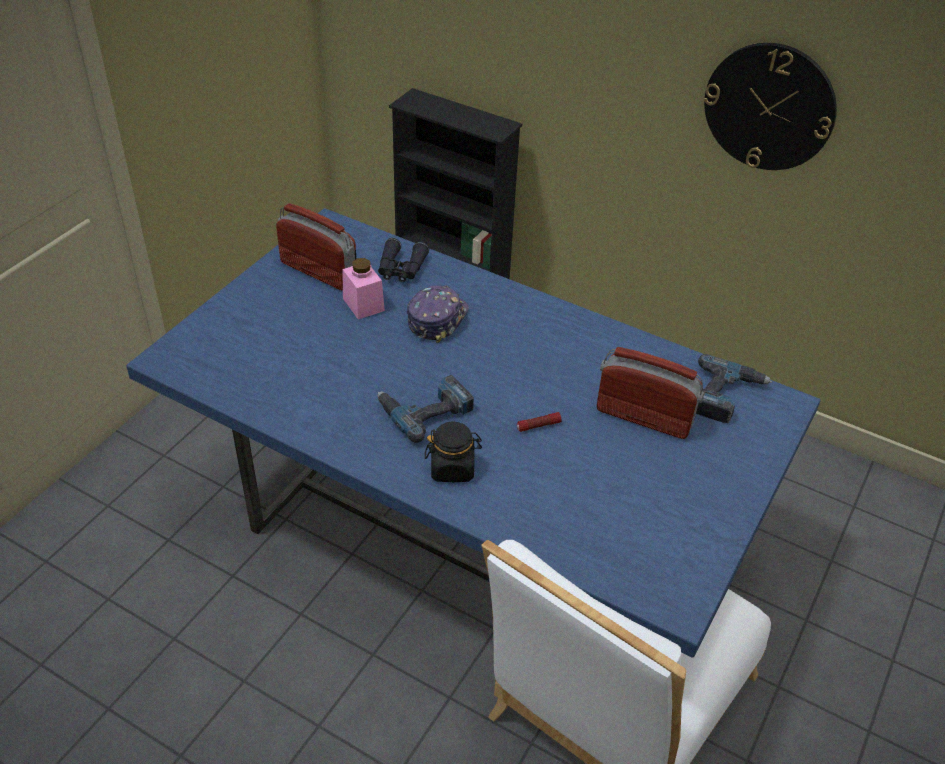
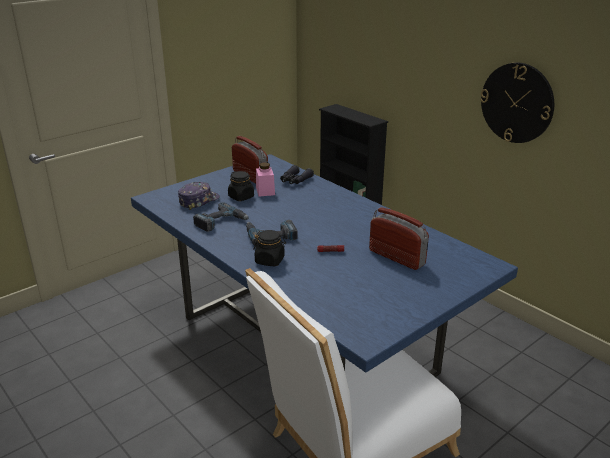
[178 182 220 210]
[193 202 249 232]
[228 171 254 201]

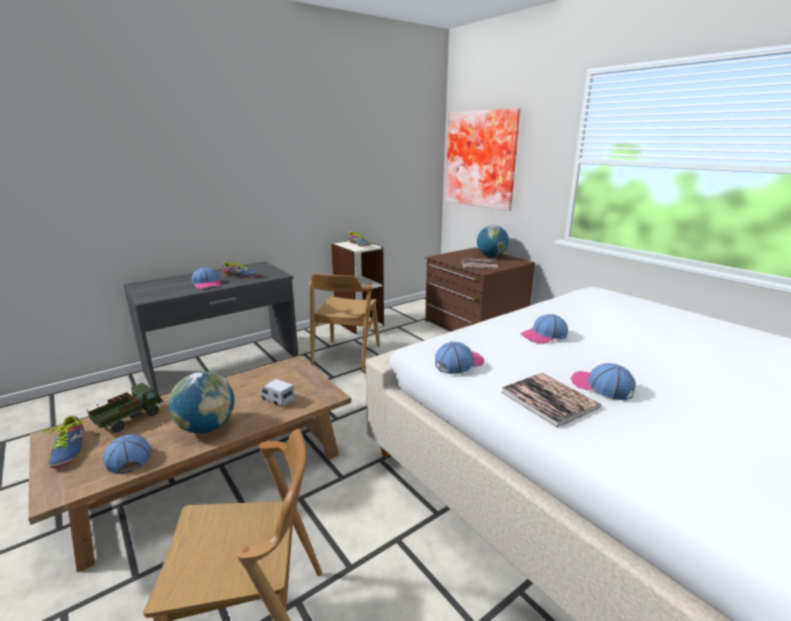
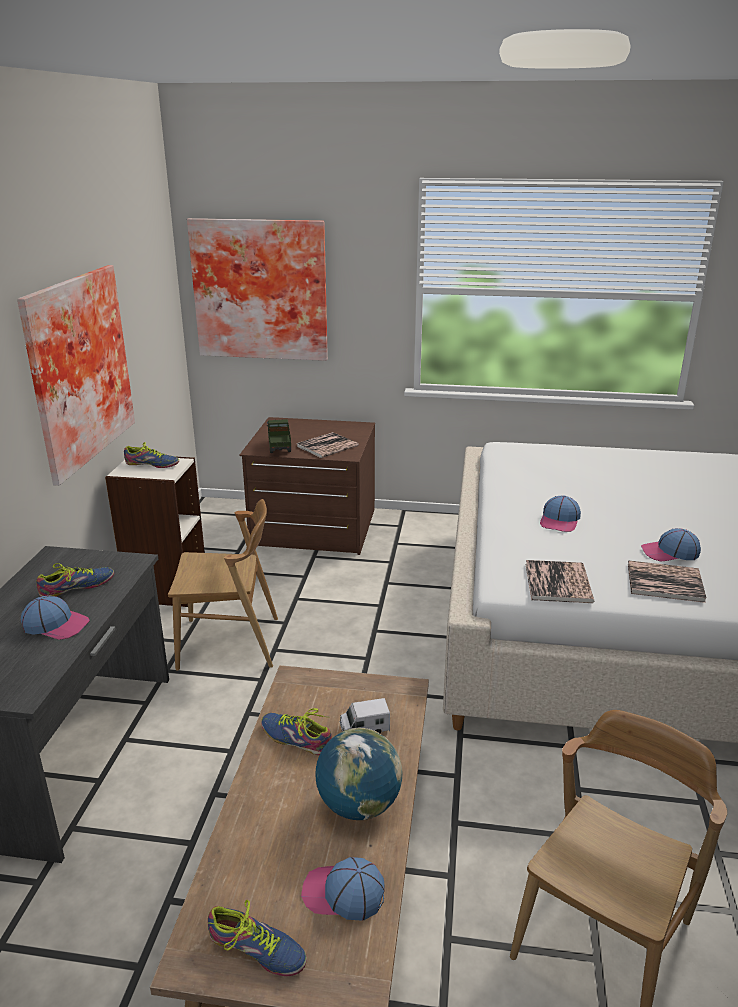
[477 225 509 257] (first image)
[168 499 278 671]
[525 560 594 603]
[267 419 291 453]
[17 265 135 486]
[261 708 332 755]

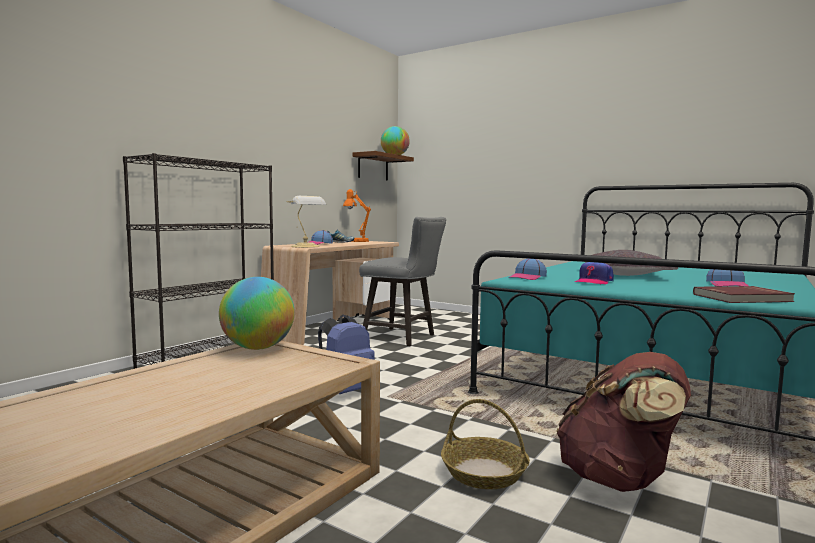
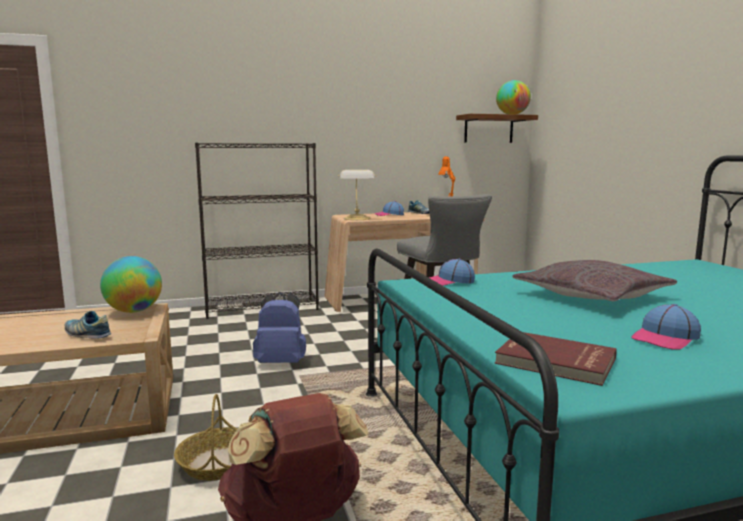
[575 262 614 285] (first image)
[65 311 112 339]

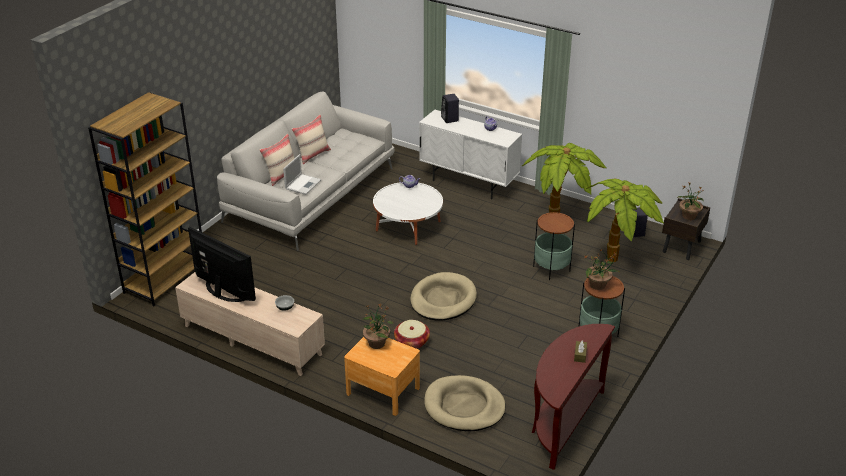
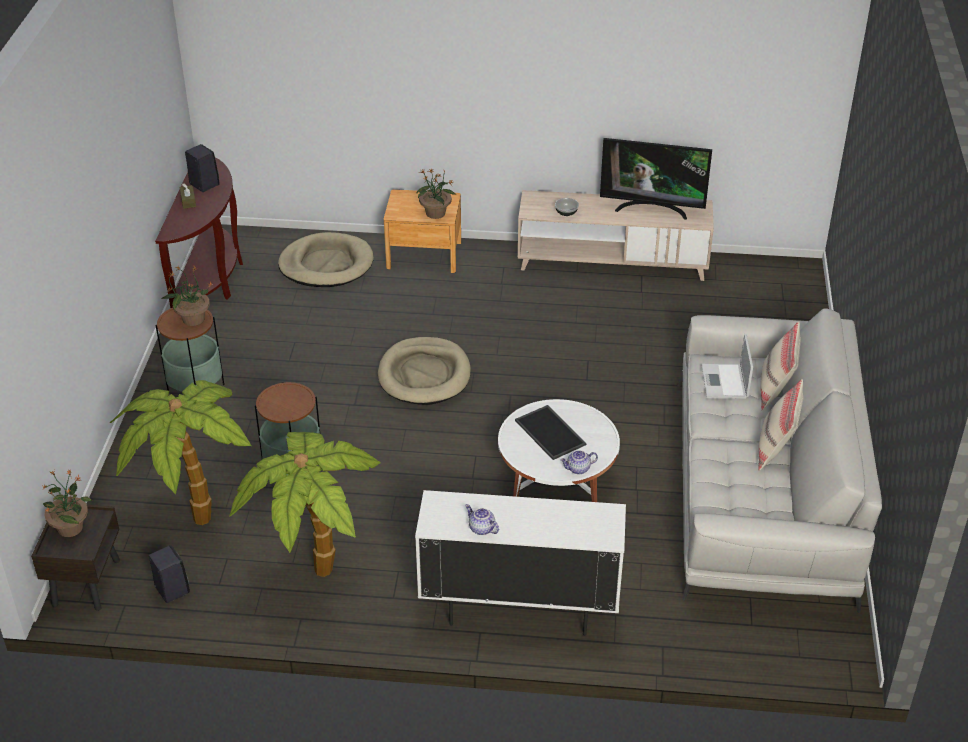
[88 92 202 307] (first image)
[185 144 219 192]
[394 320 430 349] (first image)
[515 405 586 460]

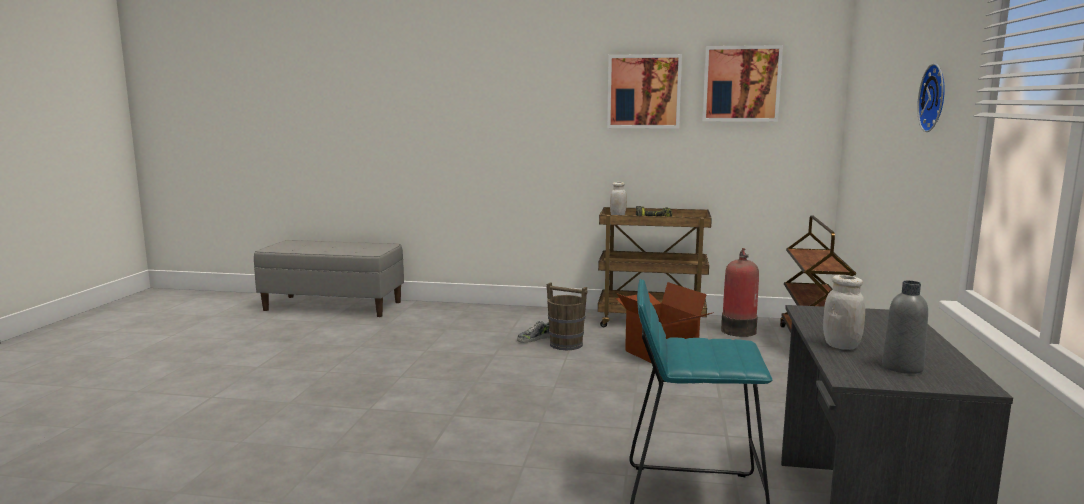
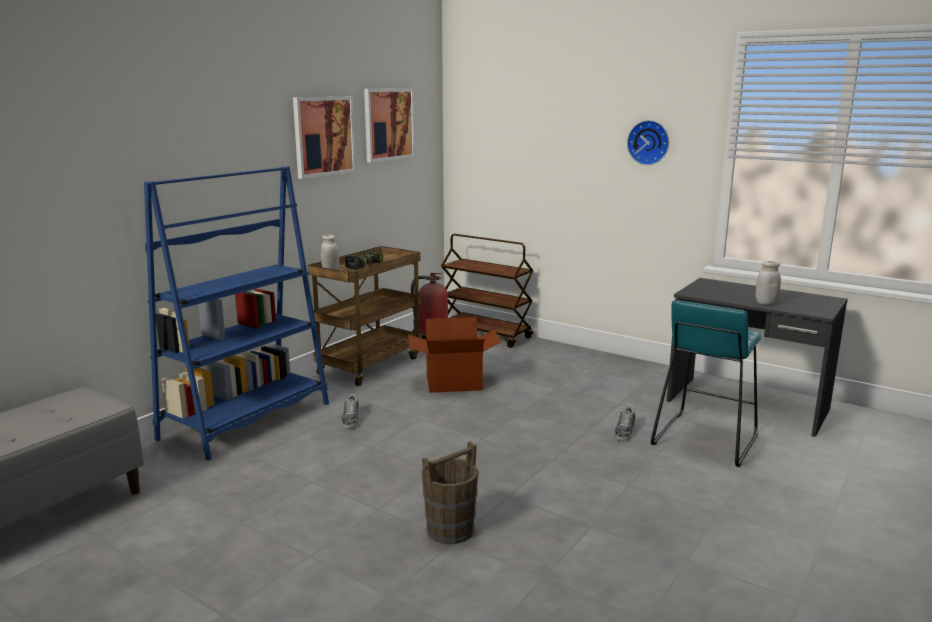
[882 280 928 374] (first image)
[421 441 479 544]
[144 166 329 461]
[614 406 635 441]

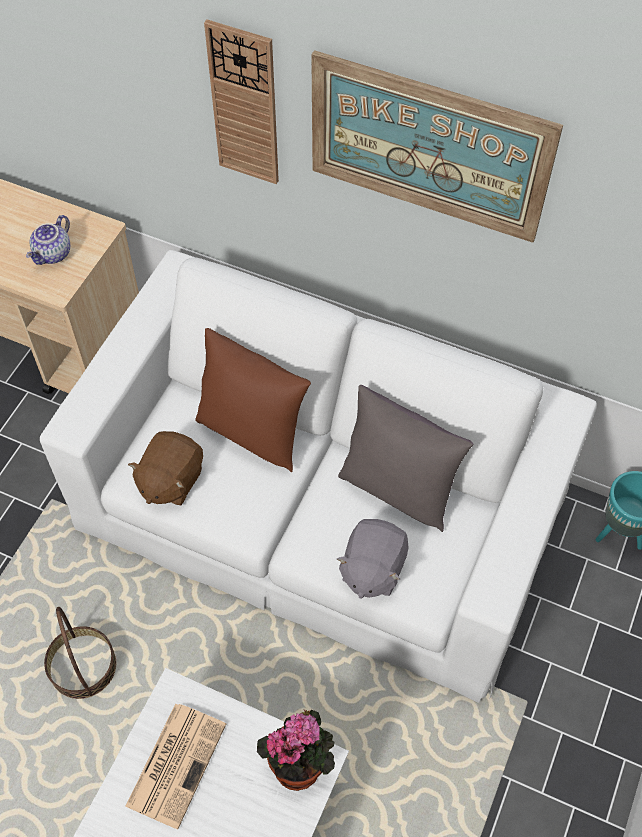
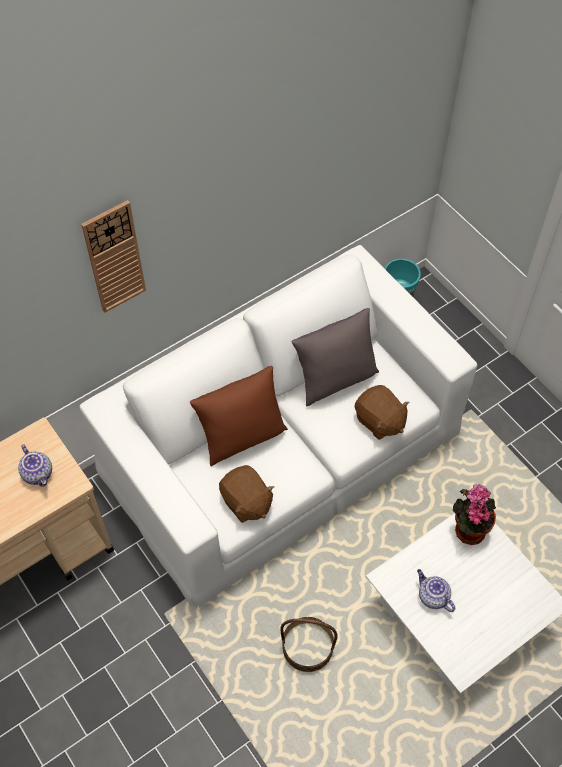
[311 50 563 243] (first image)
[355 385 409 440]
[417 569 455 612]

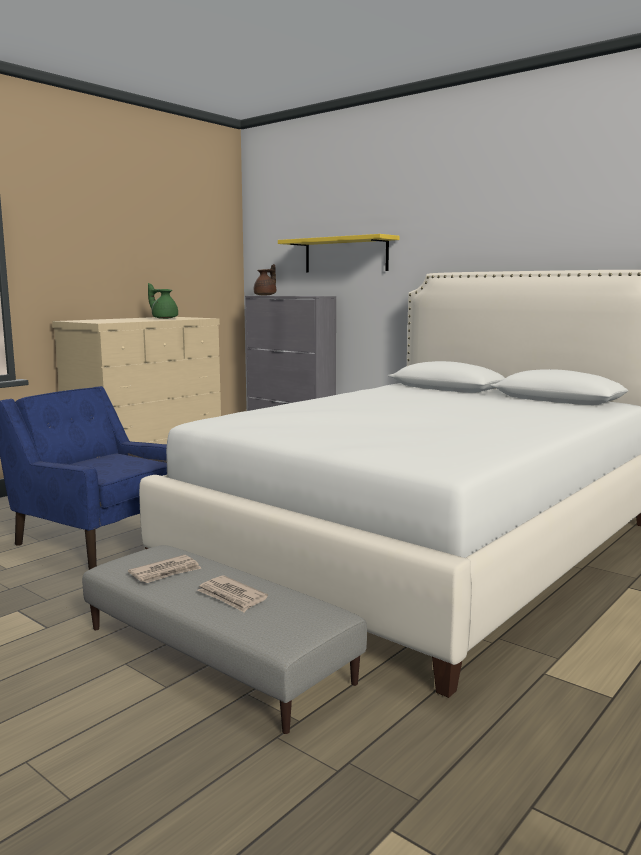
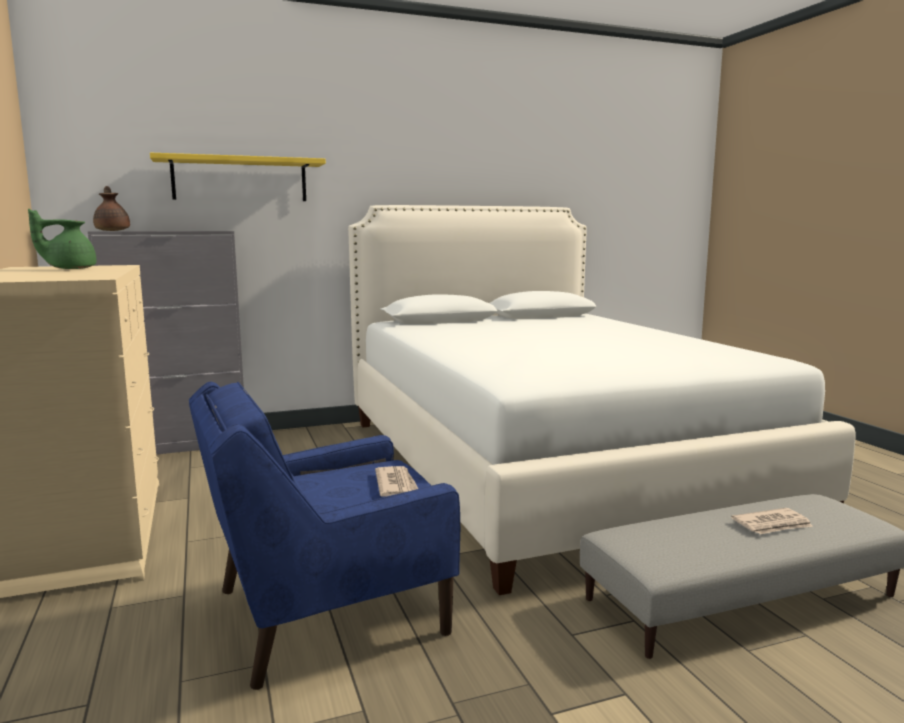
[375 466 418 497]

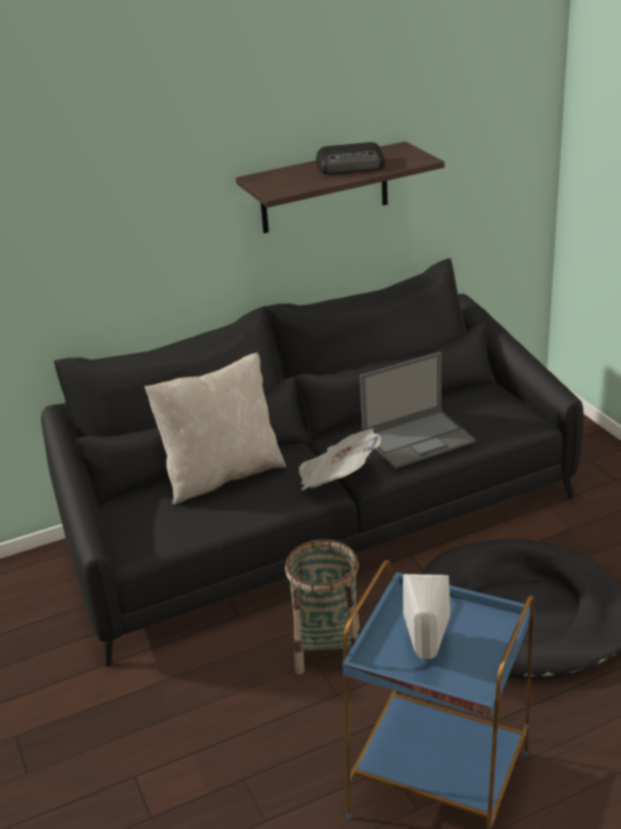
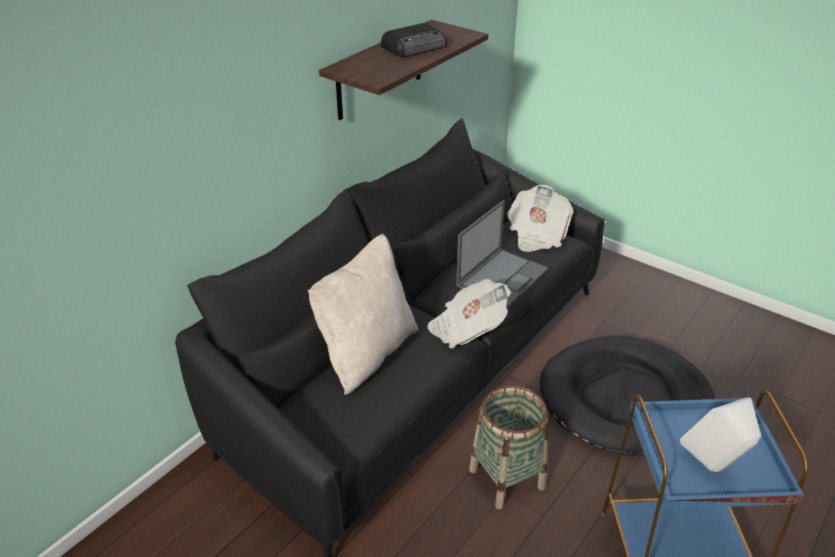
[507 185 573 252]

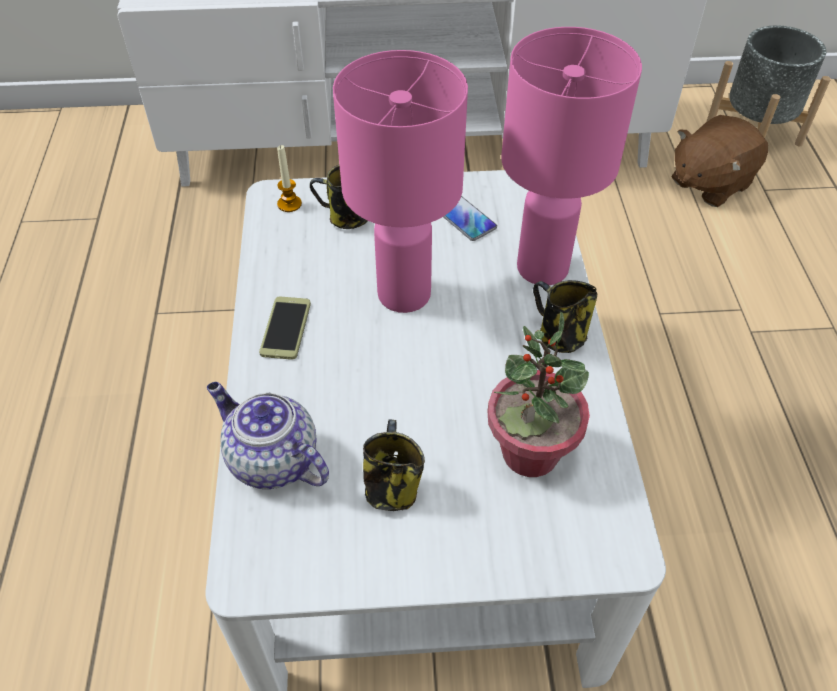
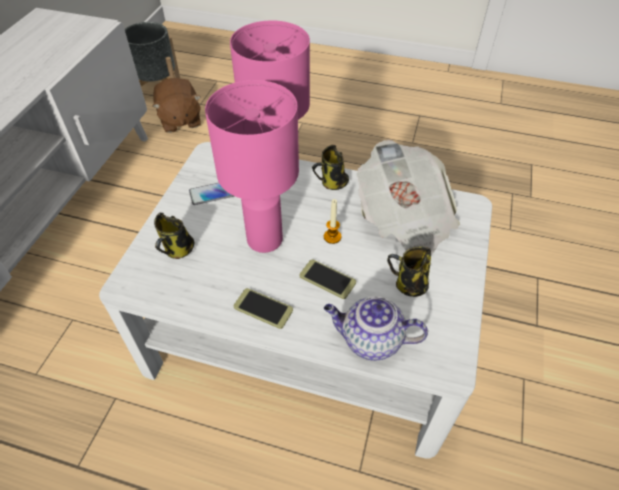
[324 199 341 244]
[356 140 460 255]
[324 296 428 361]
[299 259 356 299]

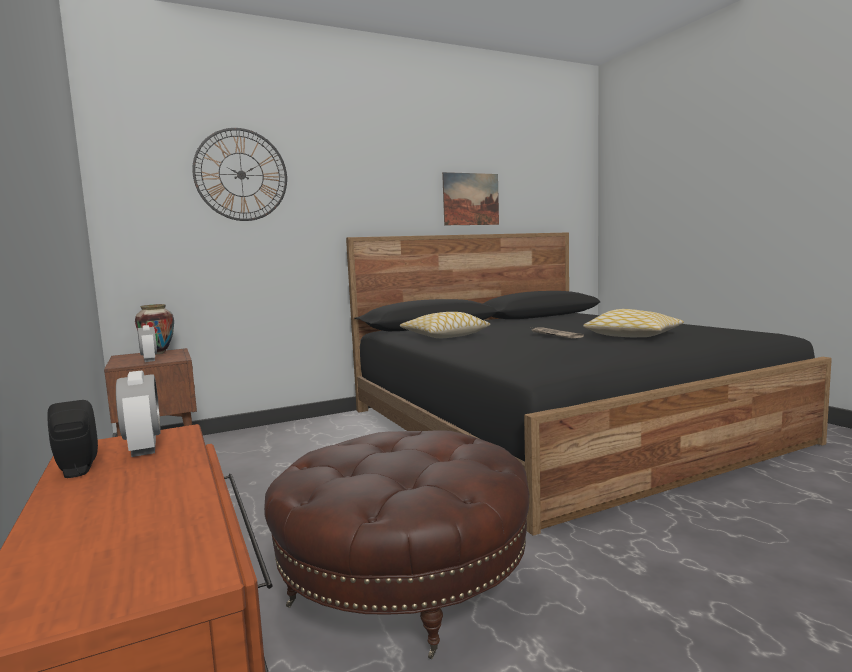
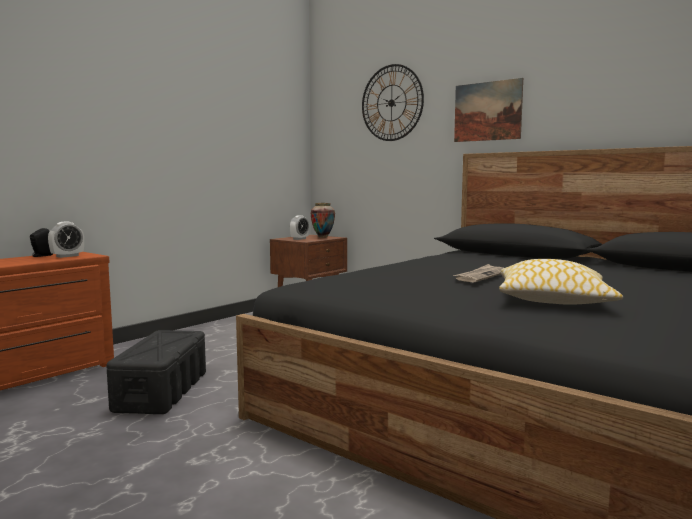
[454 78 523 142]
[400 312 490 338] (first image)
[106 330 206 414]

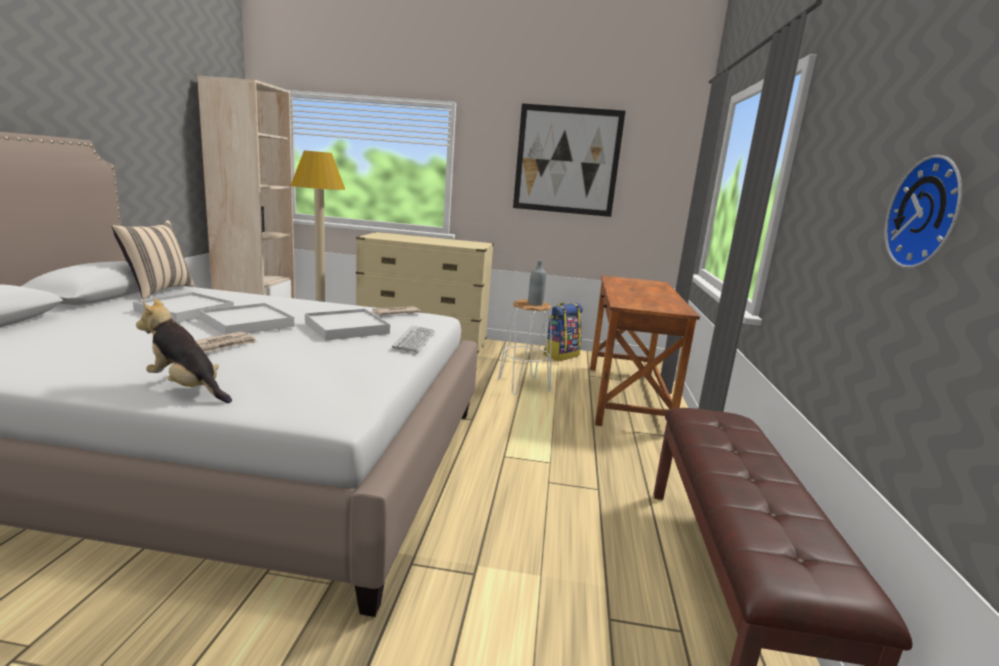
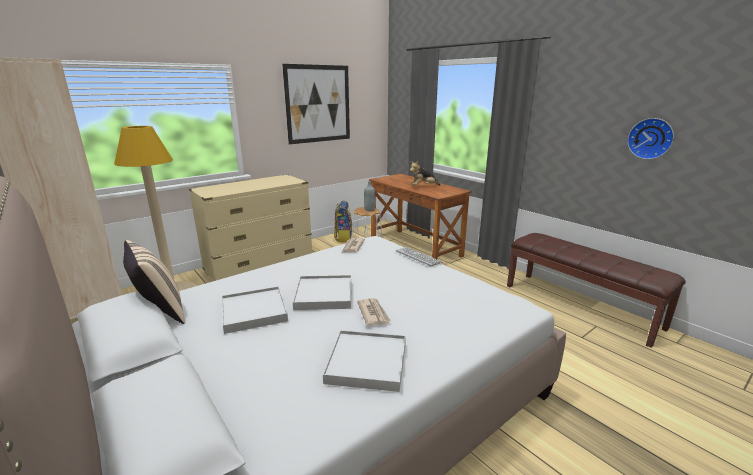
[410 161 440 186]
[323 330 406 392]

